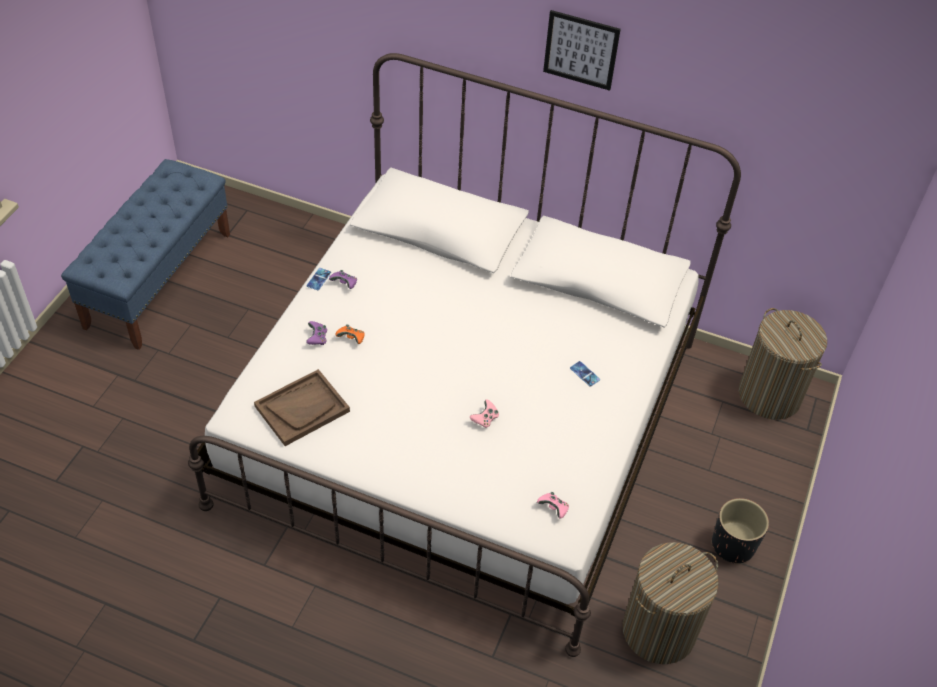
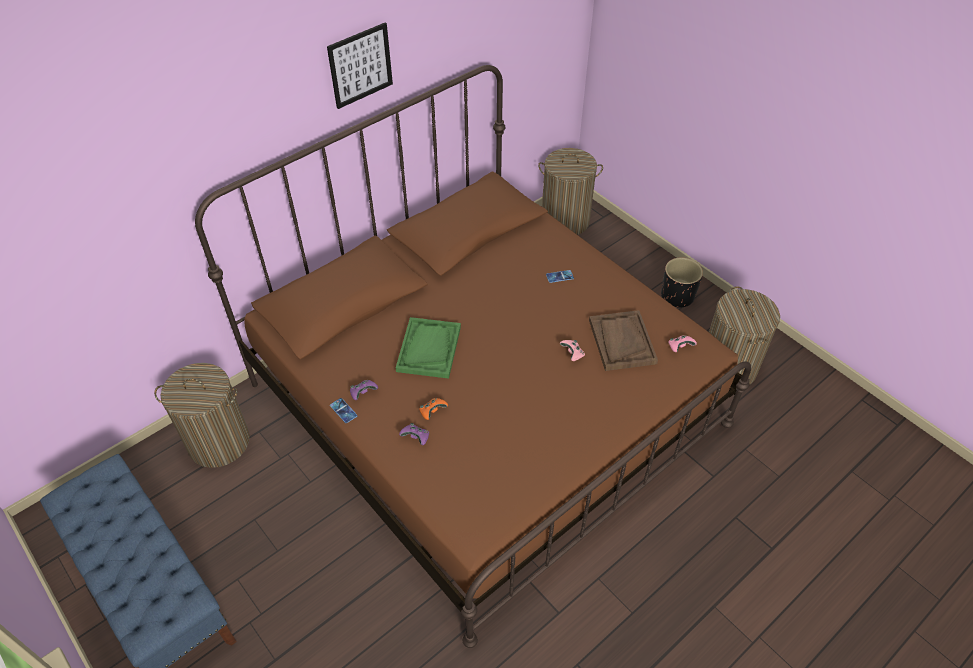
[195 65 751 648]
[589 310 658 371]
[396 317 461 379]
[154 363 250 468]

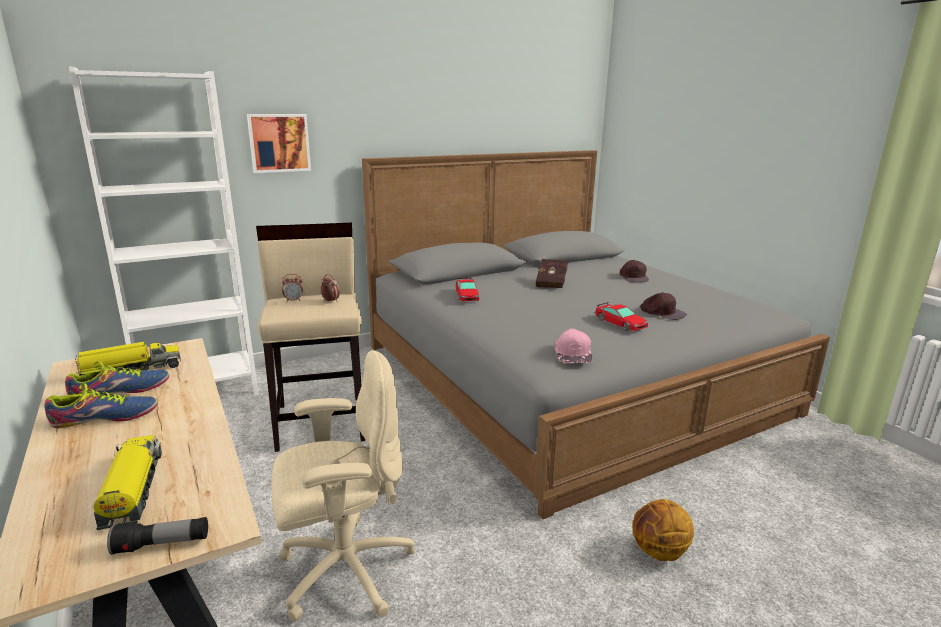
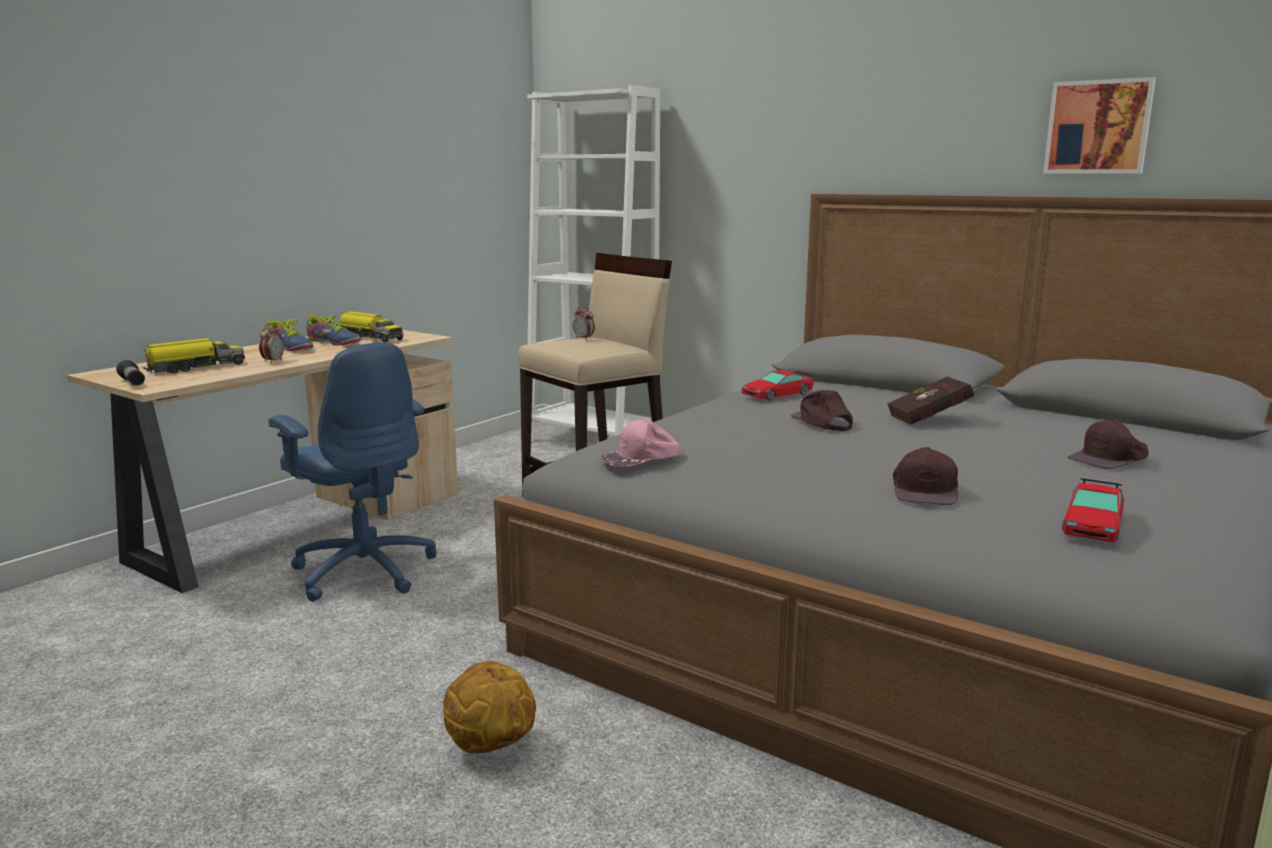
[1043 77 1156 174]
[259 324 285 363]
[1062 478 1124 543]
[268 342 437 602]
[791 390 853 431]

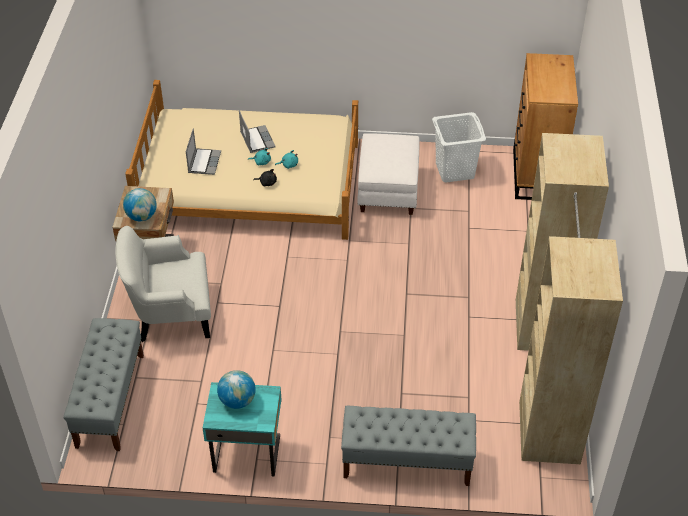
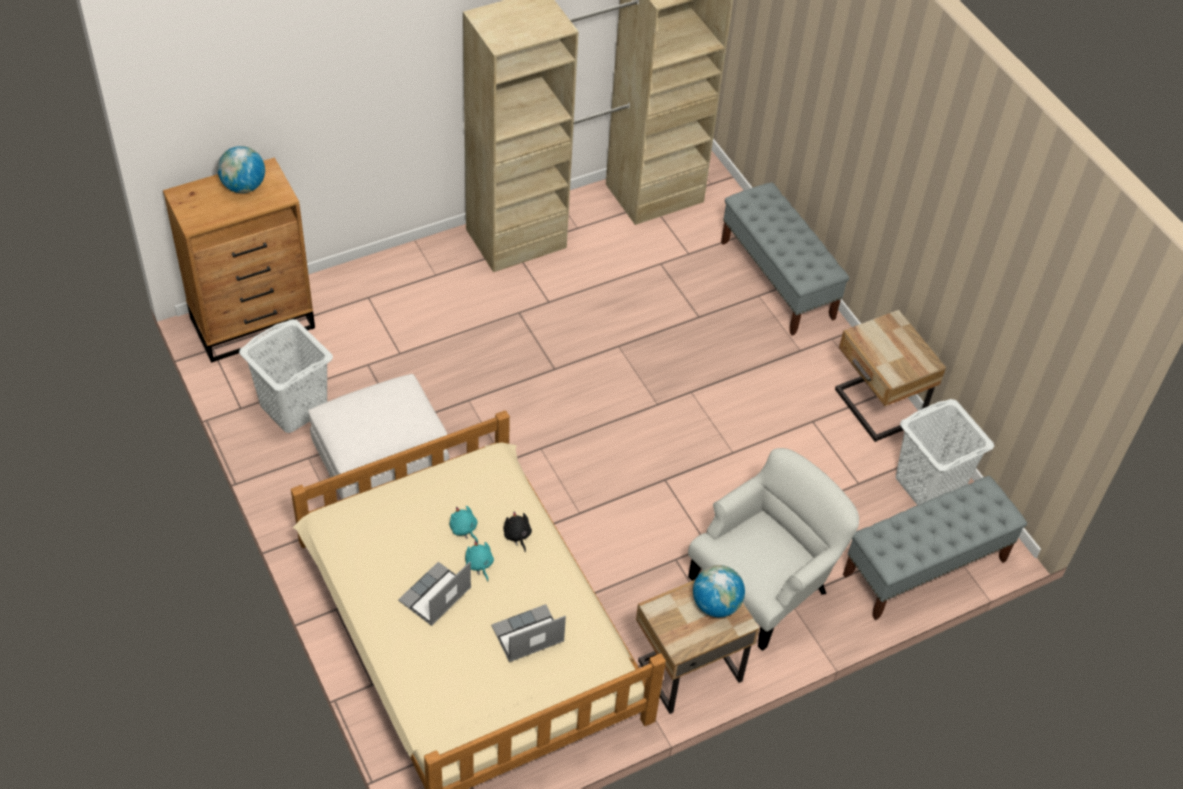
[688 448 859 651]
[218 146 265 193]
[835 310 946 442]
[896 399 994 505]

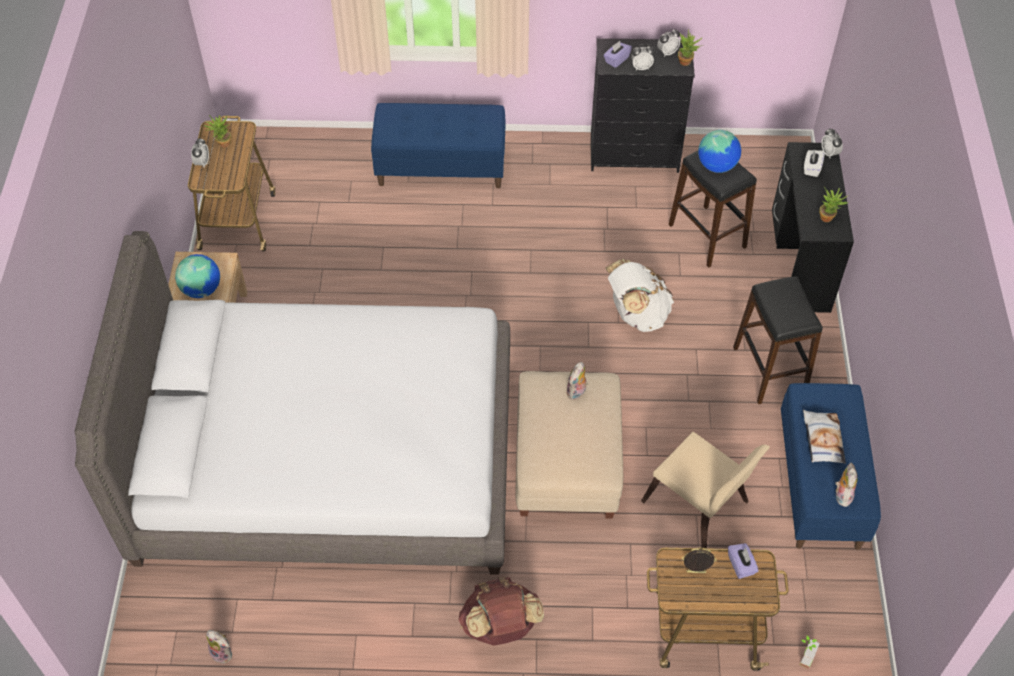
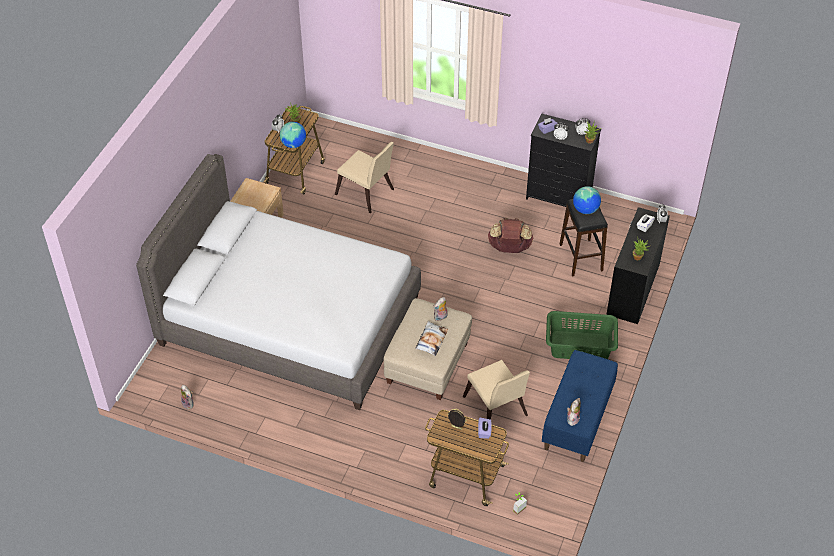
[371 103 505 188] (first image)
[280 122 306 148]
[606 259 674 332] (first image)
[546 311 618 359]
[415 321 448 356]
[488 218 533 253]
[335 142 394 213]

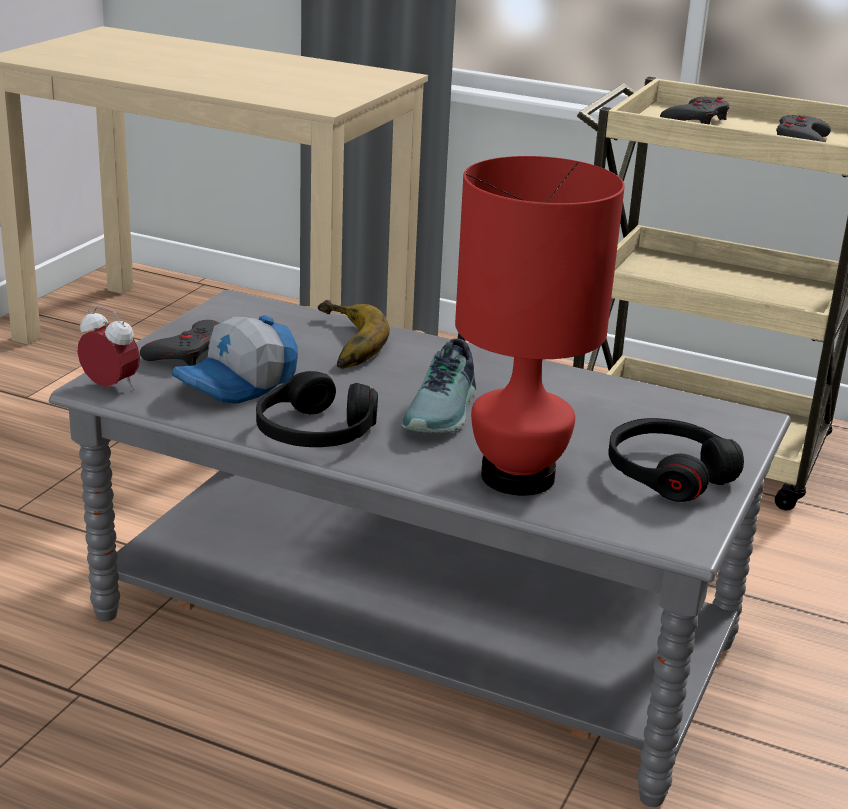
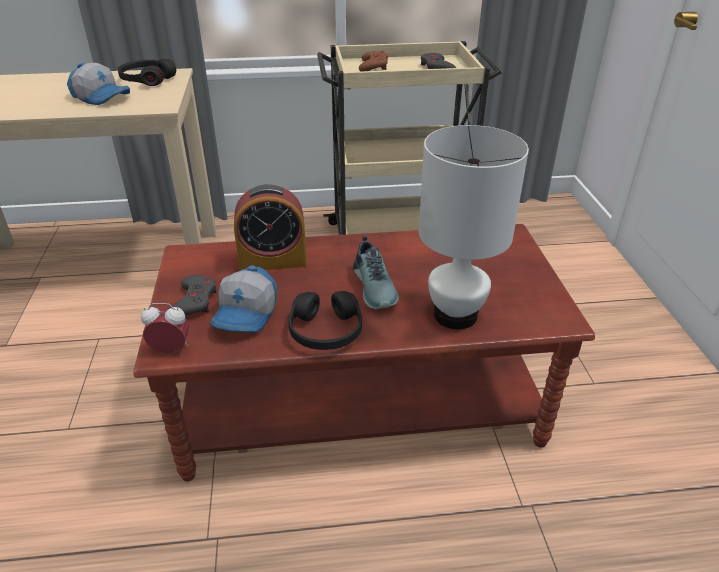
[359 50 388 71]
[419 125 529 329]
[133 224 595 482]
[234 184 307 270]
[117 59 176 86]
[67 63 130 105]

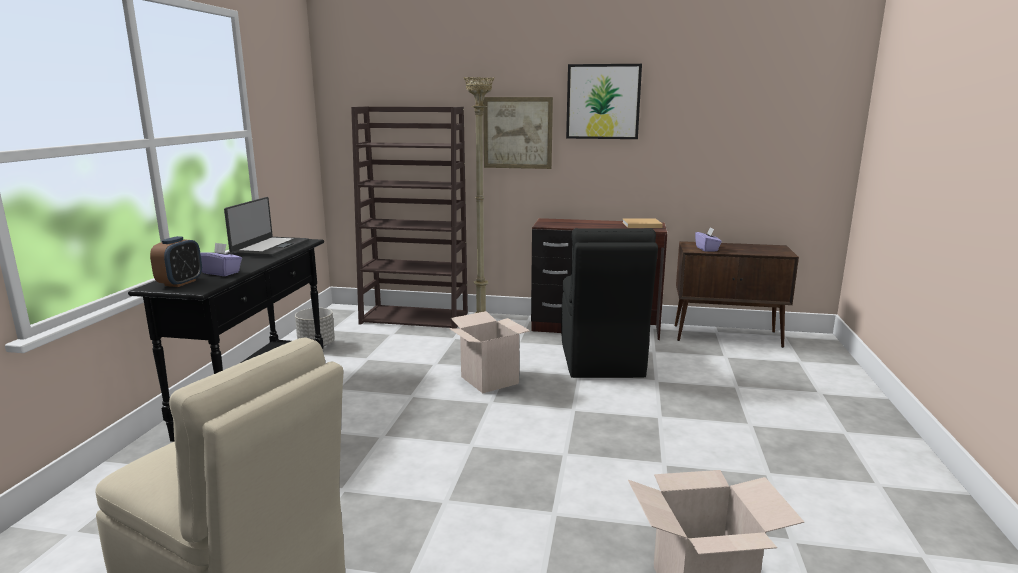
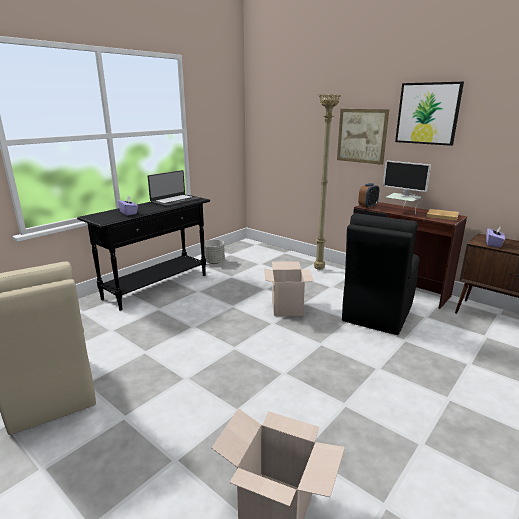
[351 106 468 328] (first image)
[358 183 379 208]
[383 161 431 214]

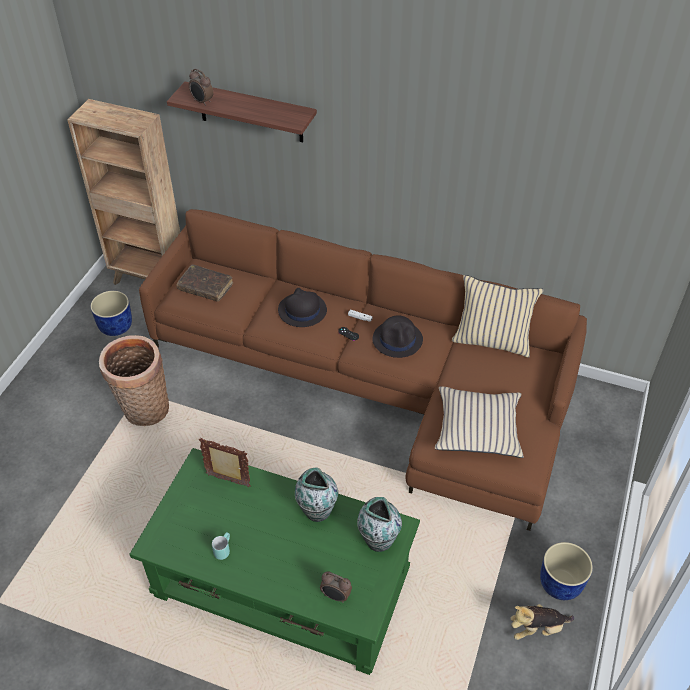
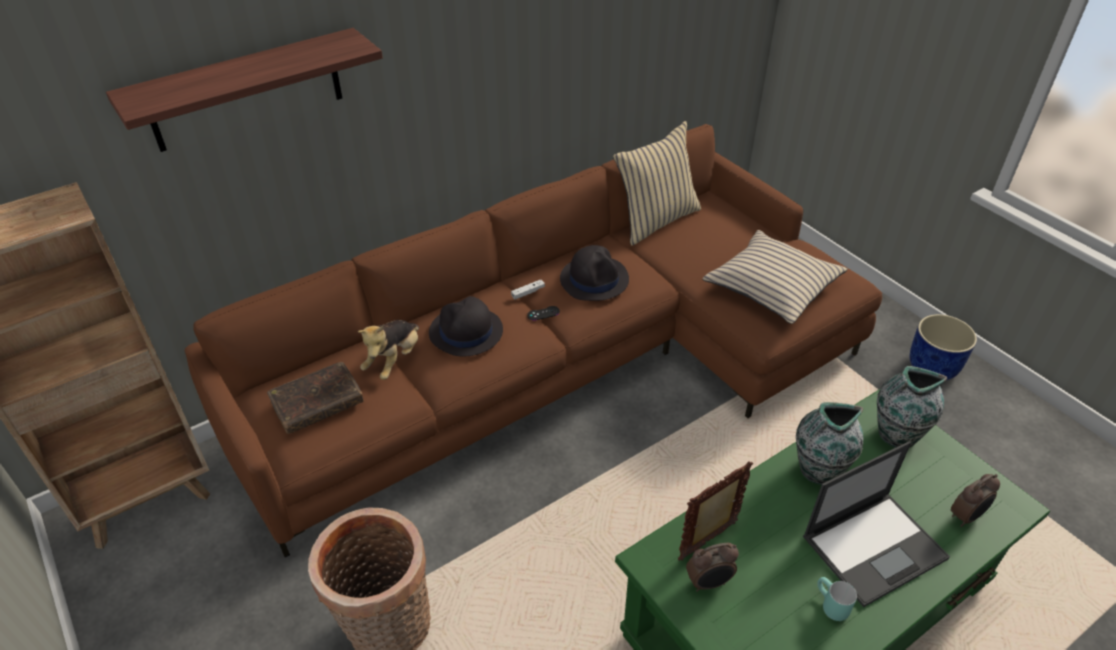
[686 542 739 592]
[90 291 132 336] (first image)
[358 320 419 380]
[803 441 950 607]

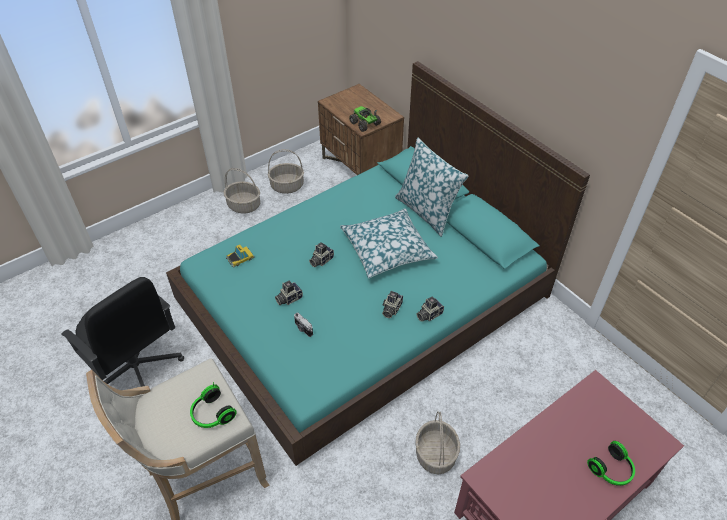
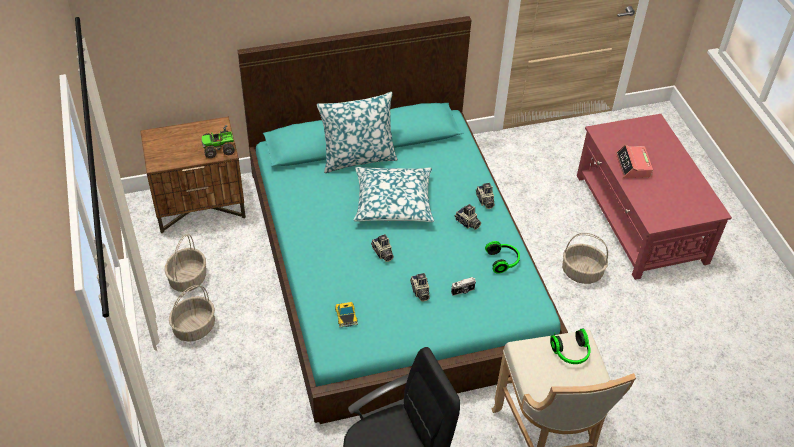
[485 241 520 273]
[616 145 653 178]

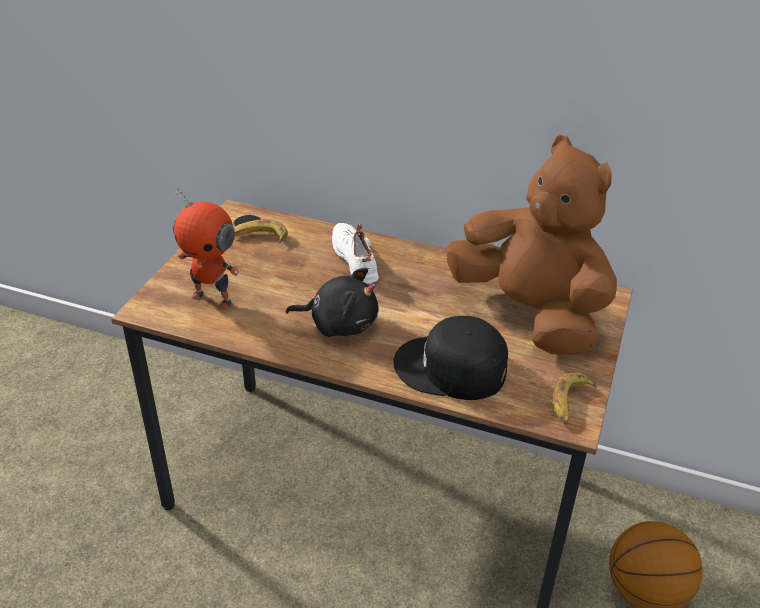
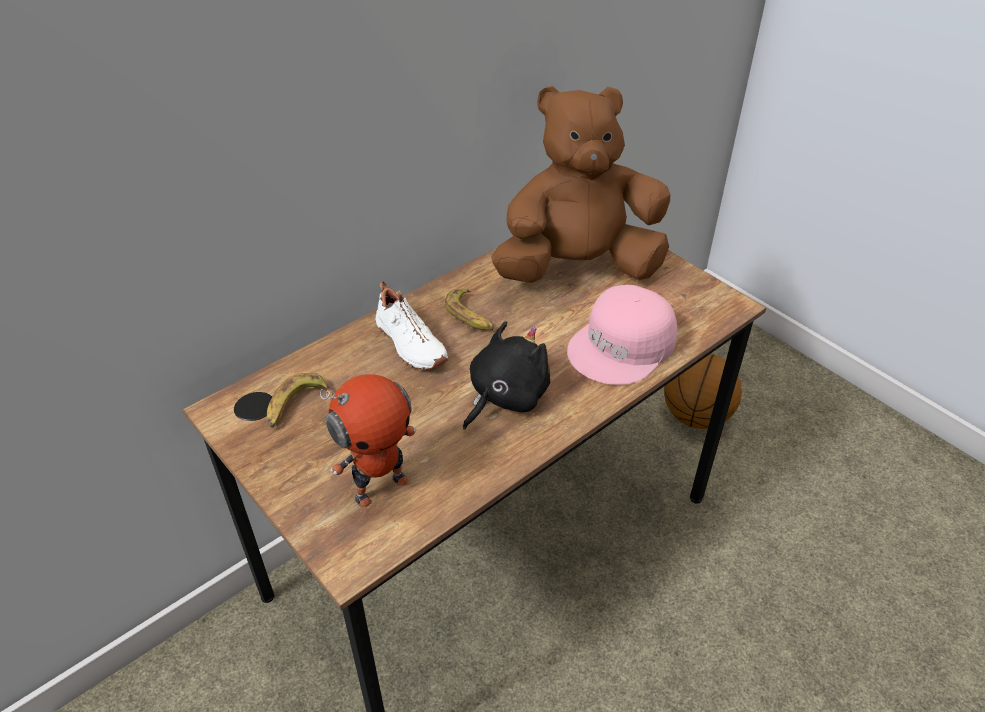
[376 282 448 370]
[567 285 677 385]
[445 289 494 330]

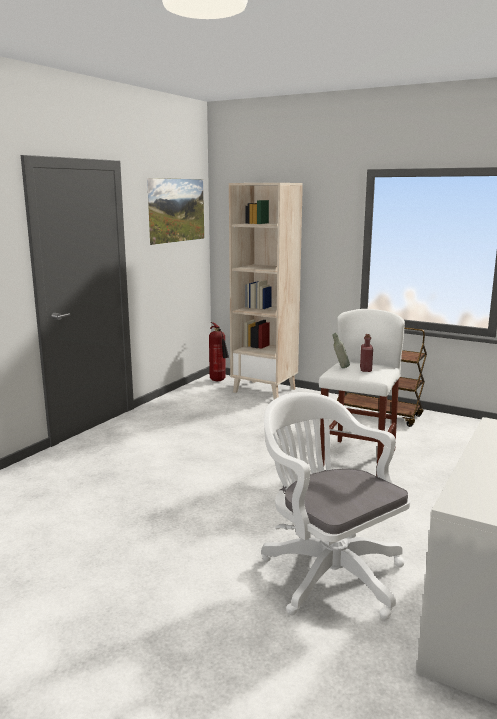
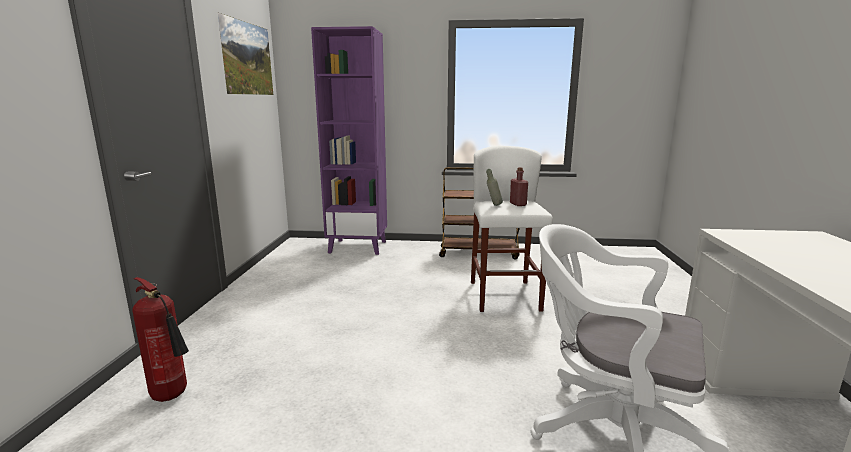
[311 26 387 255]
[133 277 189 402]

